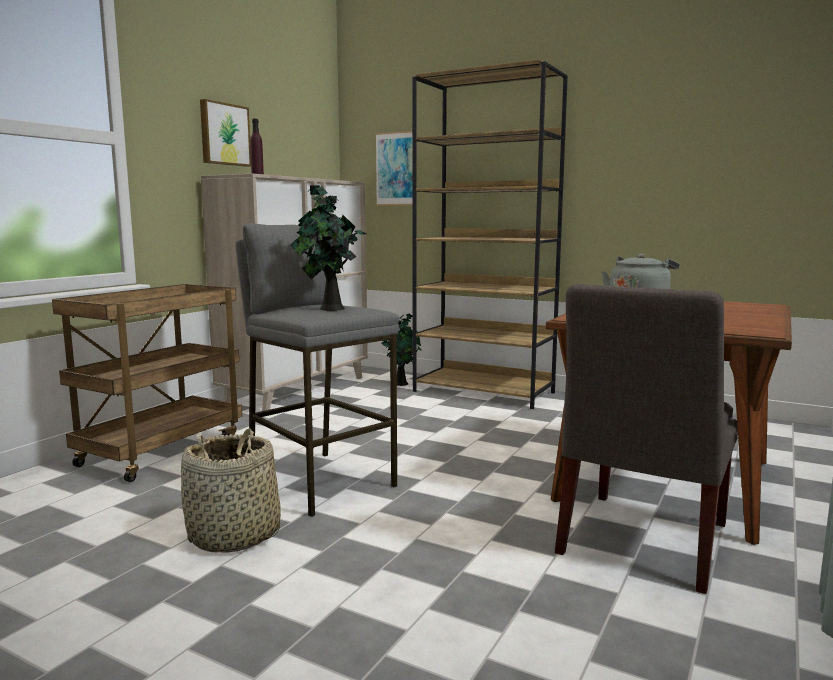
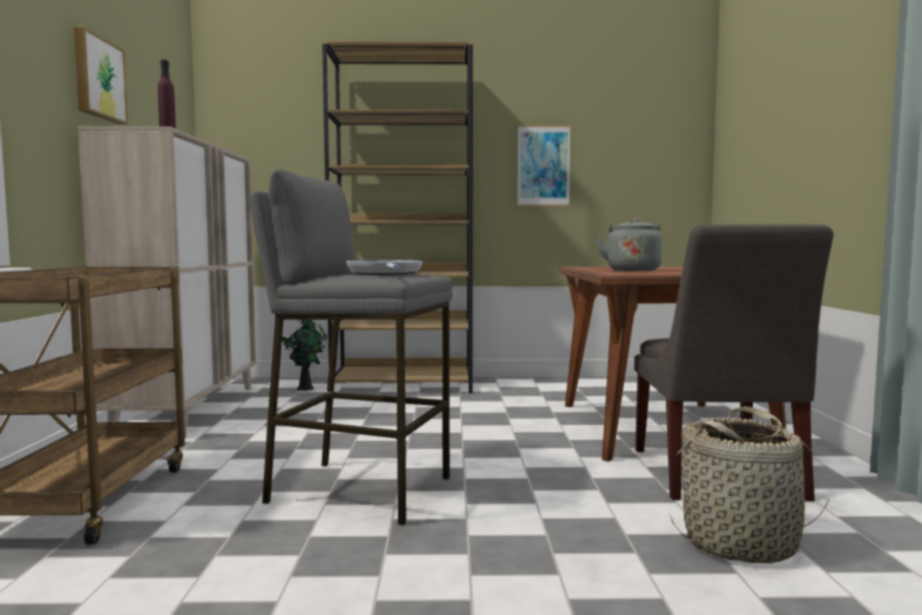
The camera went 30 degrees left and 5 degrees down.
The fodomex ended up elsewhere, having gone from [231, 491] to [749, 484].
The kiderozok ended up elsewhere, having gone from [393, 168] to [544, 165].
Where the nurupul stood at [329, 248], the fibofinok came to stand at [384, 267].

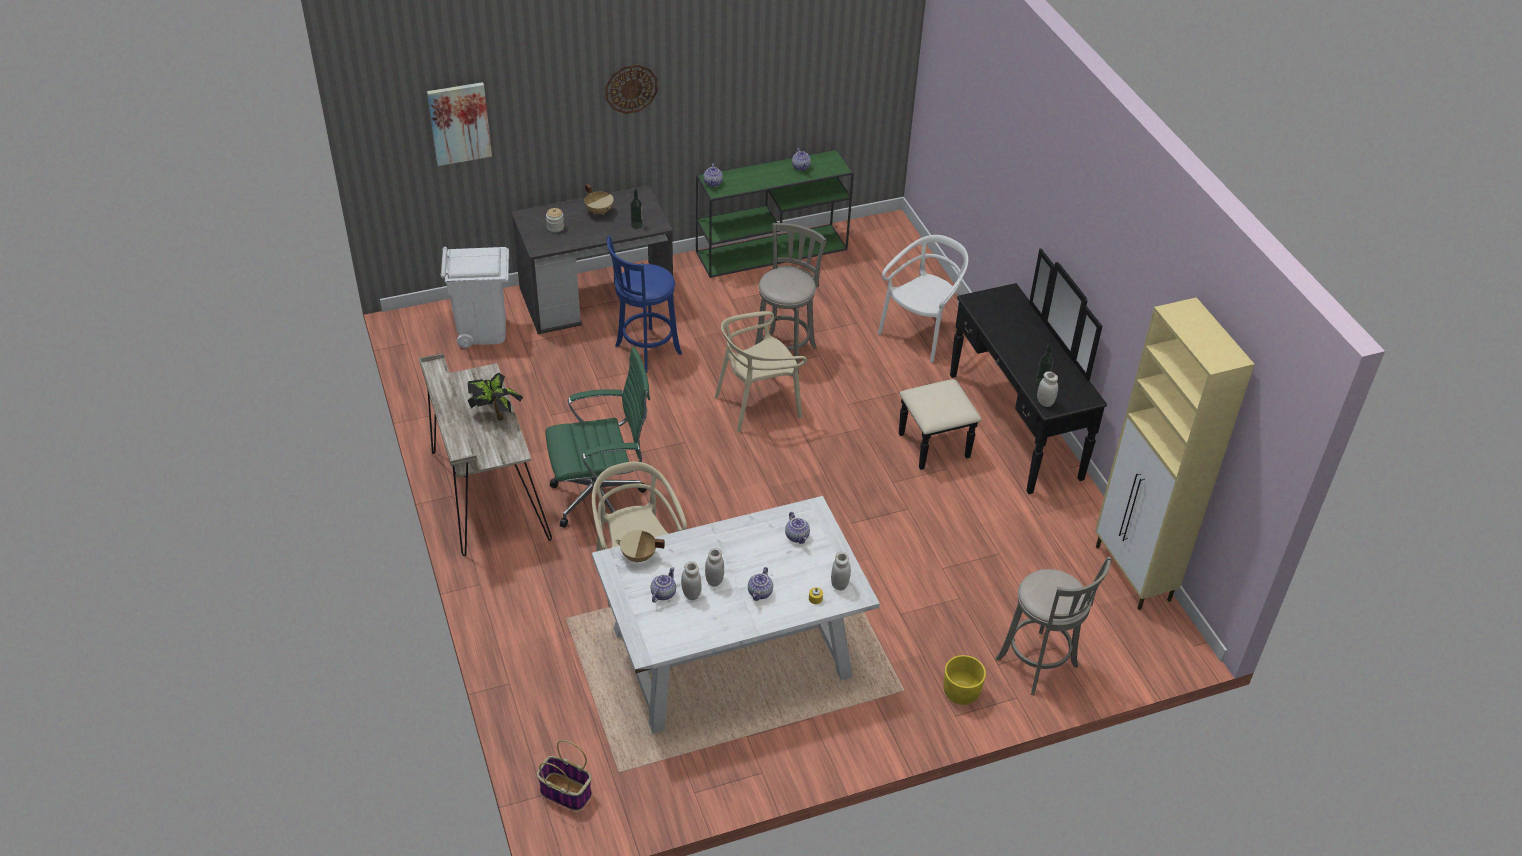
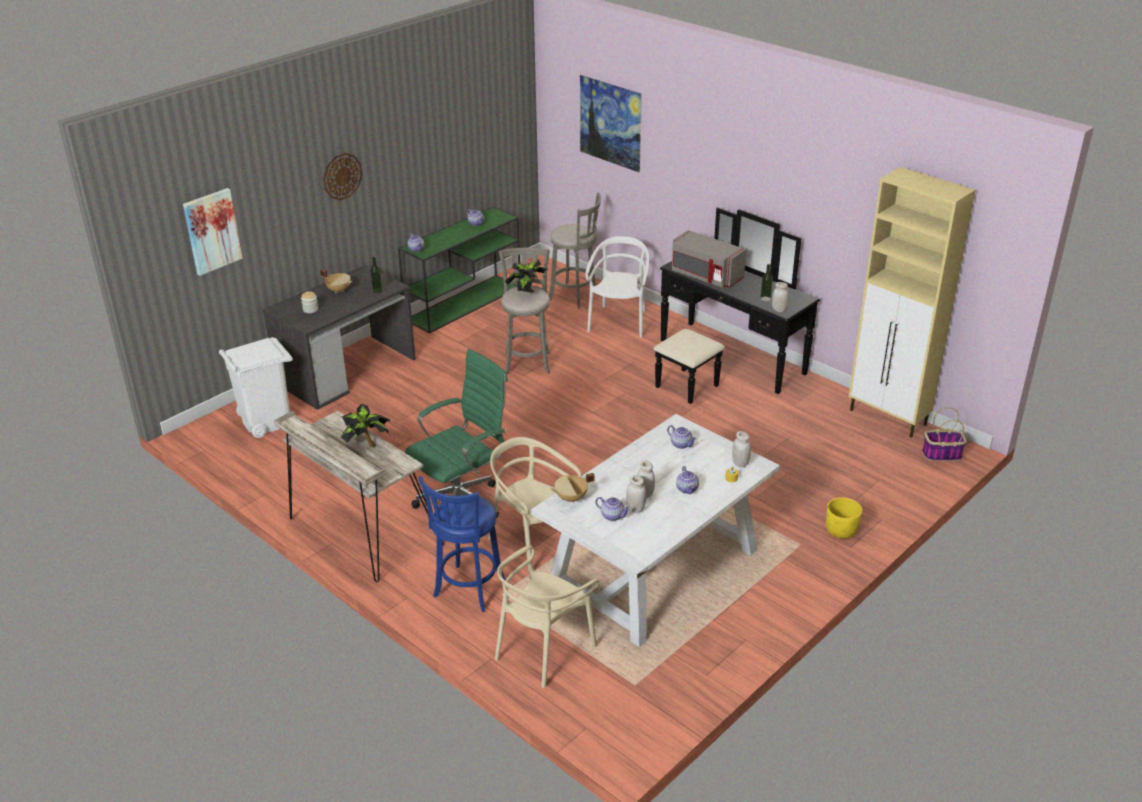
The camera went 25 degrees left and 10 degrees down.
The second view gained the nurupul at [526, 276].
The second view gained the kiderozok at [611, 124].
The second view gained the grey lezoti at [709, 259].
The fodomex ended up elsewhere, having gone from [564, 775] to [944, 434].
The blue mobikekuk ended up elsewhere, having gone from [644, 304] to [462, 544].
The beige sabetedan ended up elsewhere, having gone from [760, 371] to [547, 616].
The grey mobikekuk ended up elsewhere, having gone from [1053, 626] to [575, 250].
The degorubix at [663, 585] ended up facing another way, 120 degrees clockwise from before.

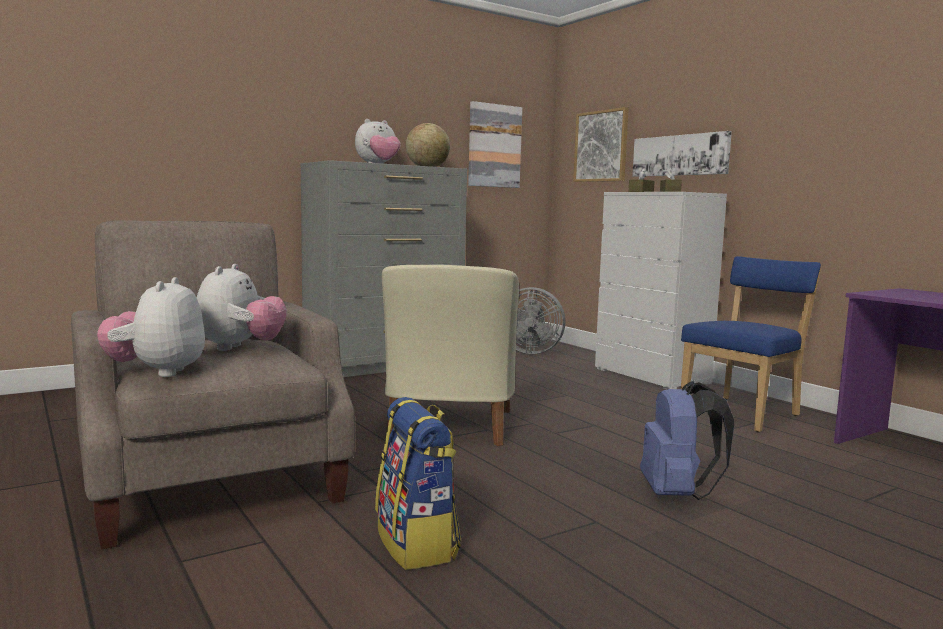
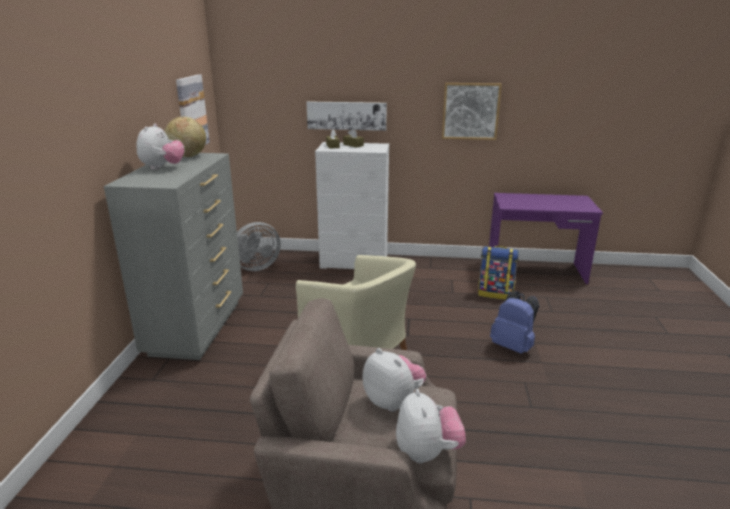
The camera went 50 degrees left and 15 degrees up.
The second view lost the blue sabetedan at [751, 344].
The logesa ended up elsewhere, having gone from [418, 483] to [498, 273].
The kiderozok ended up elsewhere, having gone from [601, 144] to [472, 111].
The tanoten at [151, 327] ended up facing another way, 135 degrees counterclockwise from before.

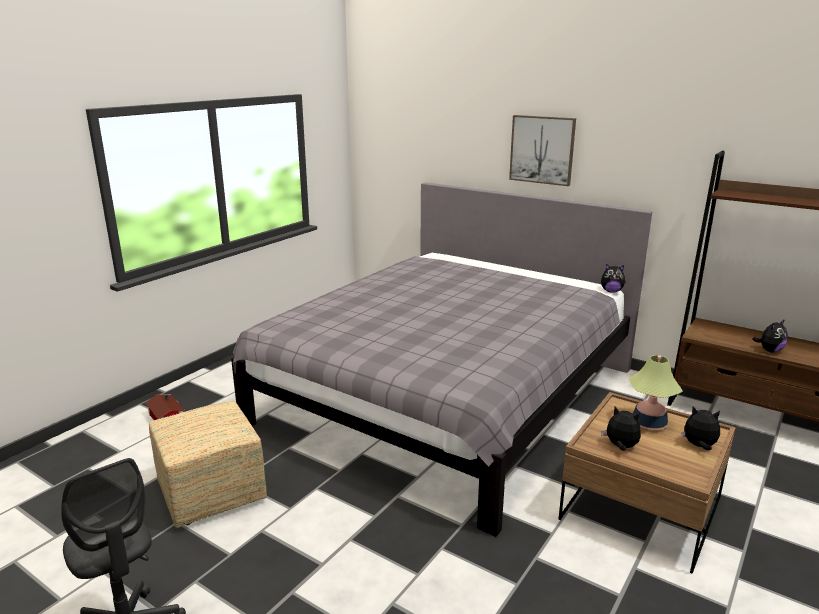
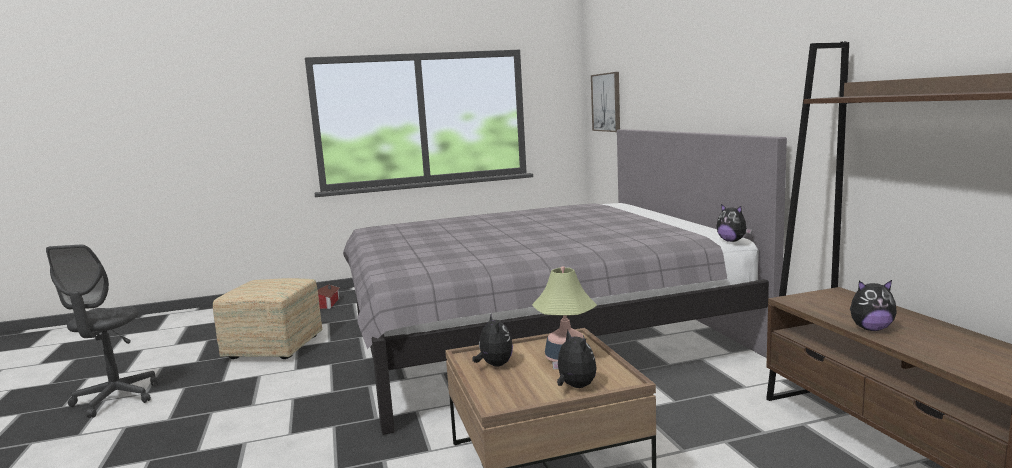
The camera went 40 degrees right and 10 degrees down.
The kiderozok ended up elsewhere, having gone from [542, 150] to [605, 102].

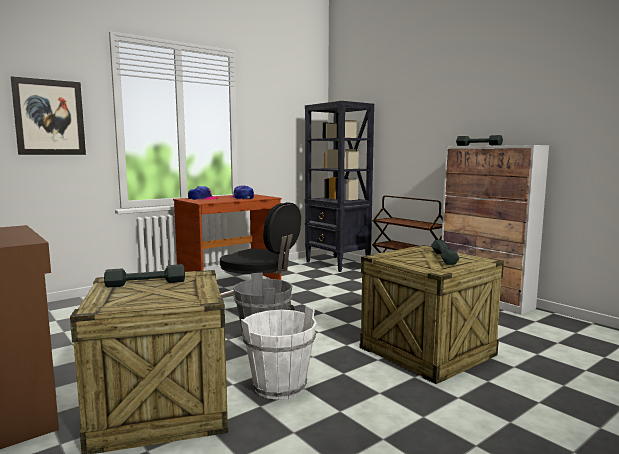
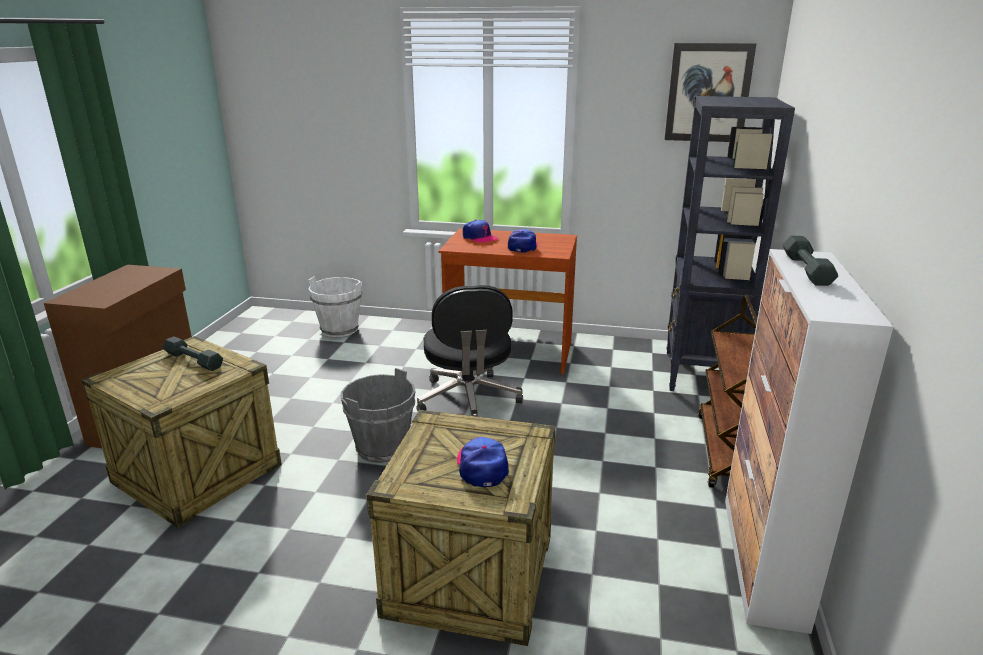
The camera went 50 degrees right and 15 degrees up.
The kiderozok ended up elsewhere, having gone from [48, 115] to [710, 92].
The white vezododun ended up elsewhere, having gone from [279, 353] to [335, 306].
Where the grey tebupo stood at [445, 252], the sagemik came to stand at [483, 462].

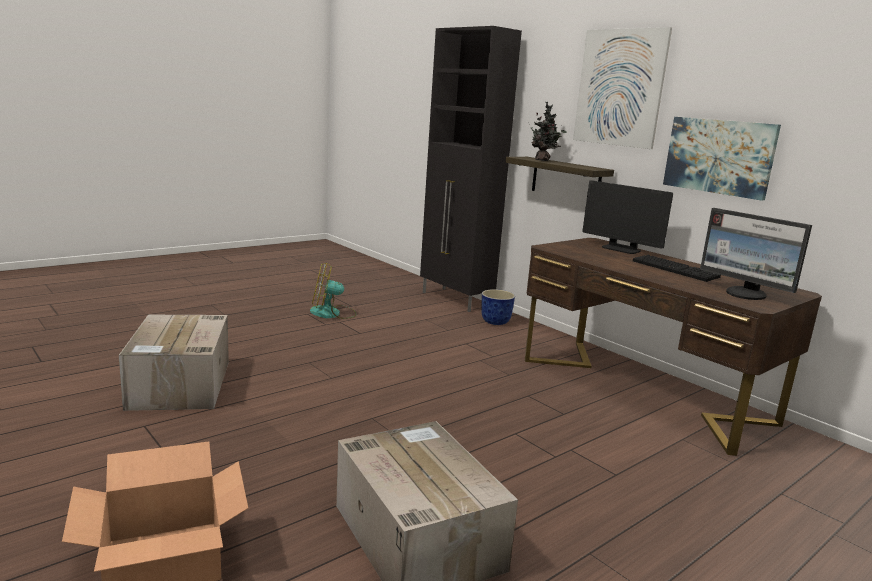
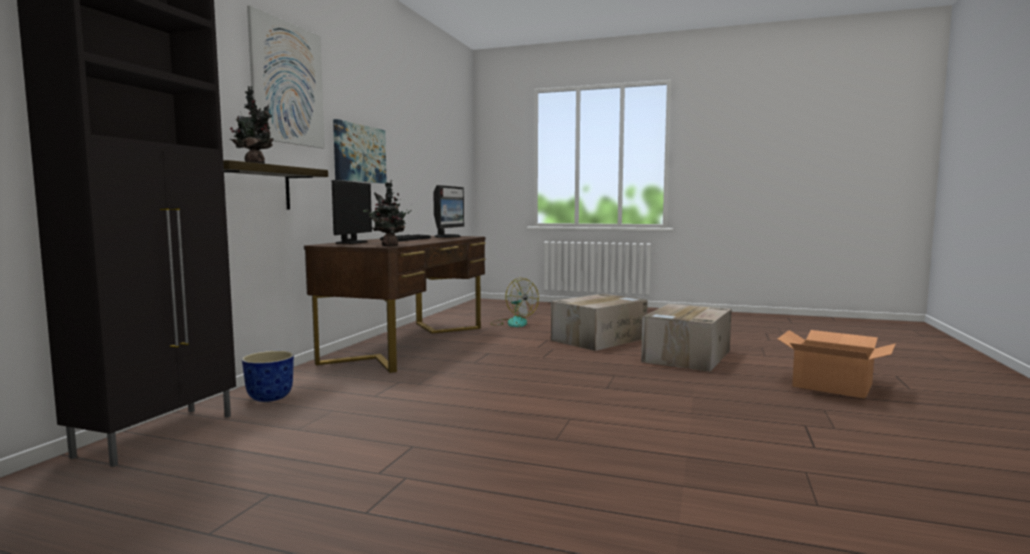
The camera went 120 degrees left and 10 degrees down.
The second view gained the nurupul at [387, 213].
The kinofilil ended up elsewhere, having gone from [174, 363] to [599, 322].
The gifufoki ended up elsewhere, having gone from [333, 291] to [514, 302].

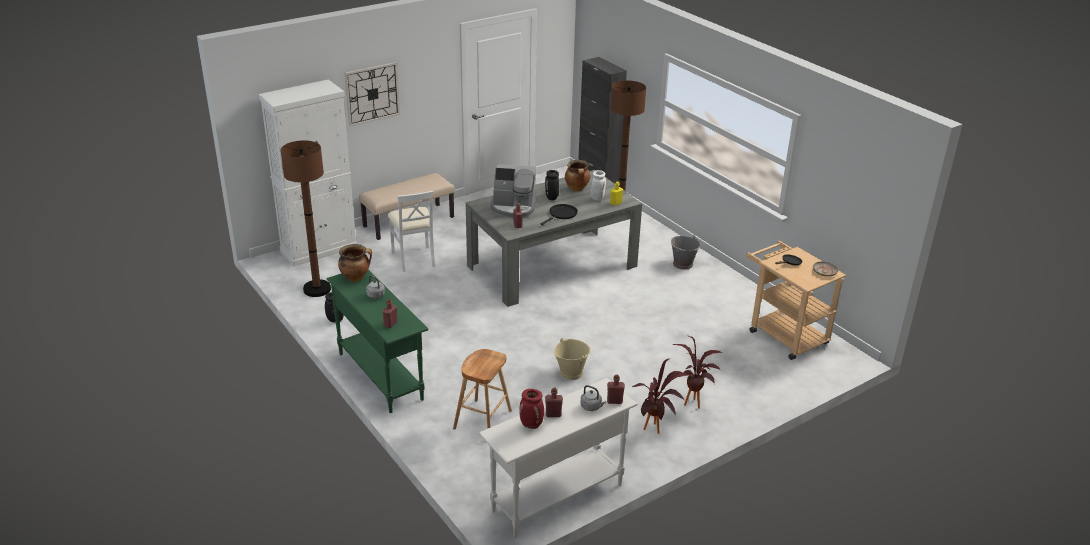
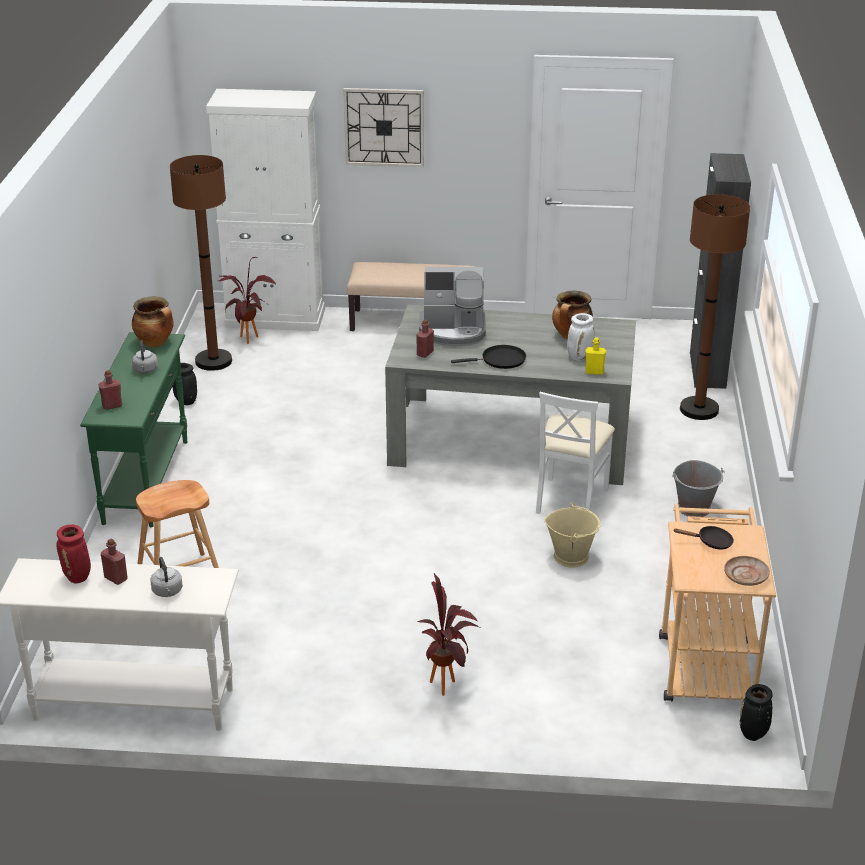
The camera went 40 degrees right and 0 degrees up.
The second view lost the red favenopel at [616, 389].
The white sabetedan ended up elsewhere, having gone from [411, 231] to [575, 453].
The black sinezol ended up elsewhere, having gone from [552, 185] to [756, 712].
The beige vezododun ended up elsewhere, having gone from [572, 359] to [572, 535].
The nurupul ended up elsewhere, having gone from [659, 396] to [247, 300].
The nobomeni at [513, 191] ended up facing another way, 45 degrees counterclockwise from before.

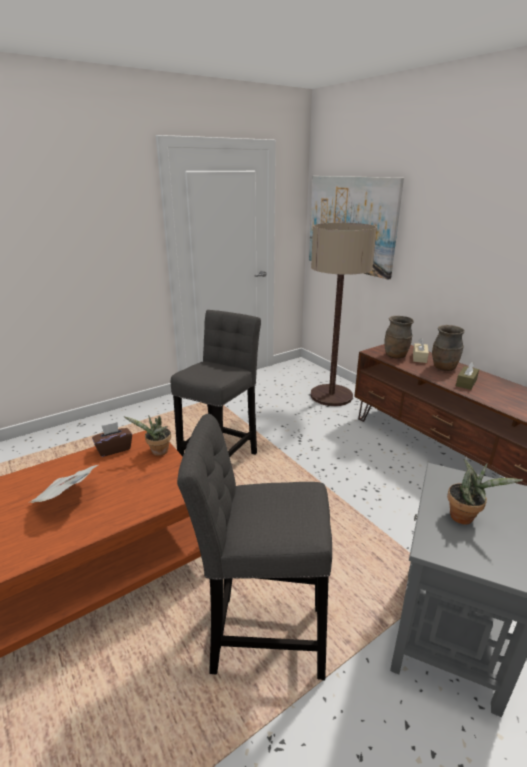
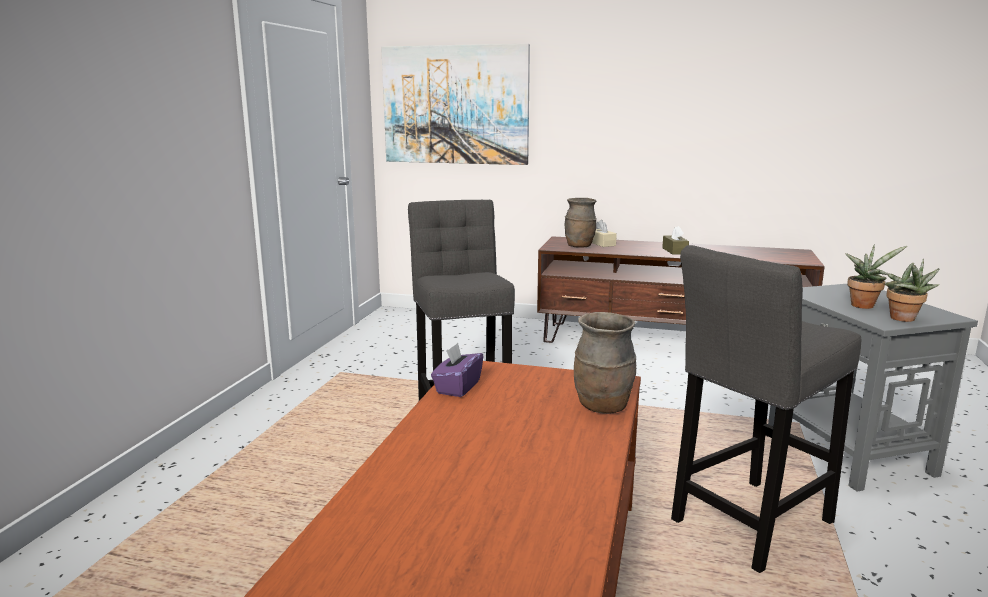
The camera went 40 degrees left and 10 degrees down.
The second view lost the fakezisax at [64, 484].
The second view lost the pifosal at [344, 314].
The nurupul ended up elsewhere, having gone from [147, 435] to [912, 290].
The brown sinezol ended up elsewhere, having gone from [448, 348] to [605, 363].
What was the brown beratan at [112, 439] turned into the purple beratan at [457, 370].

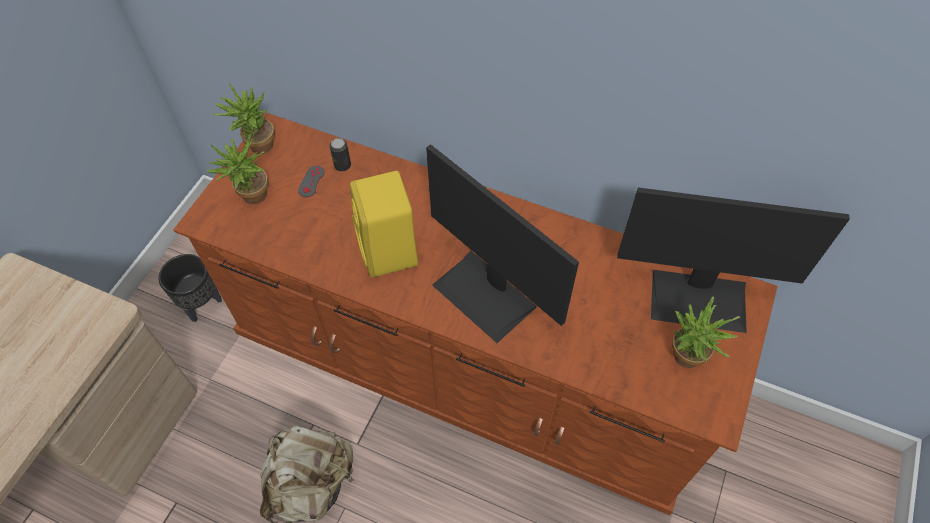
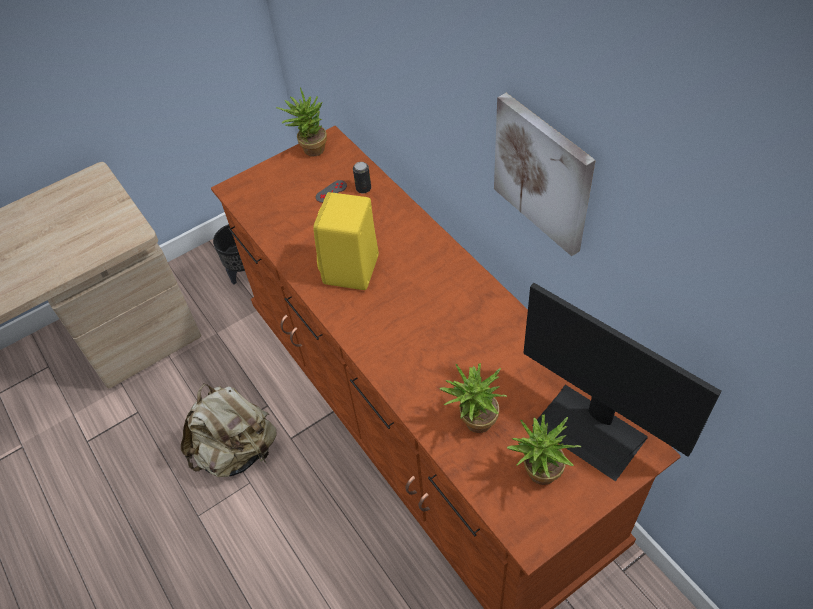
The camera went 35 degrees right and 5 degrees down.
The second view lost the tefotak at [502, 243].
The second view gained the kiderozok at [545, 174].
The nurupul ended up elsewhere, having gone from [237, 168] to [473, 398].

